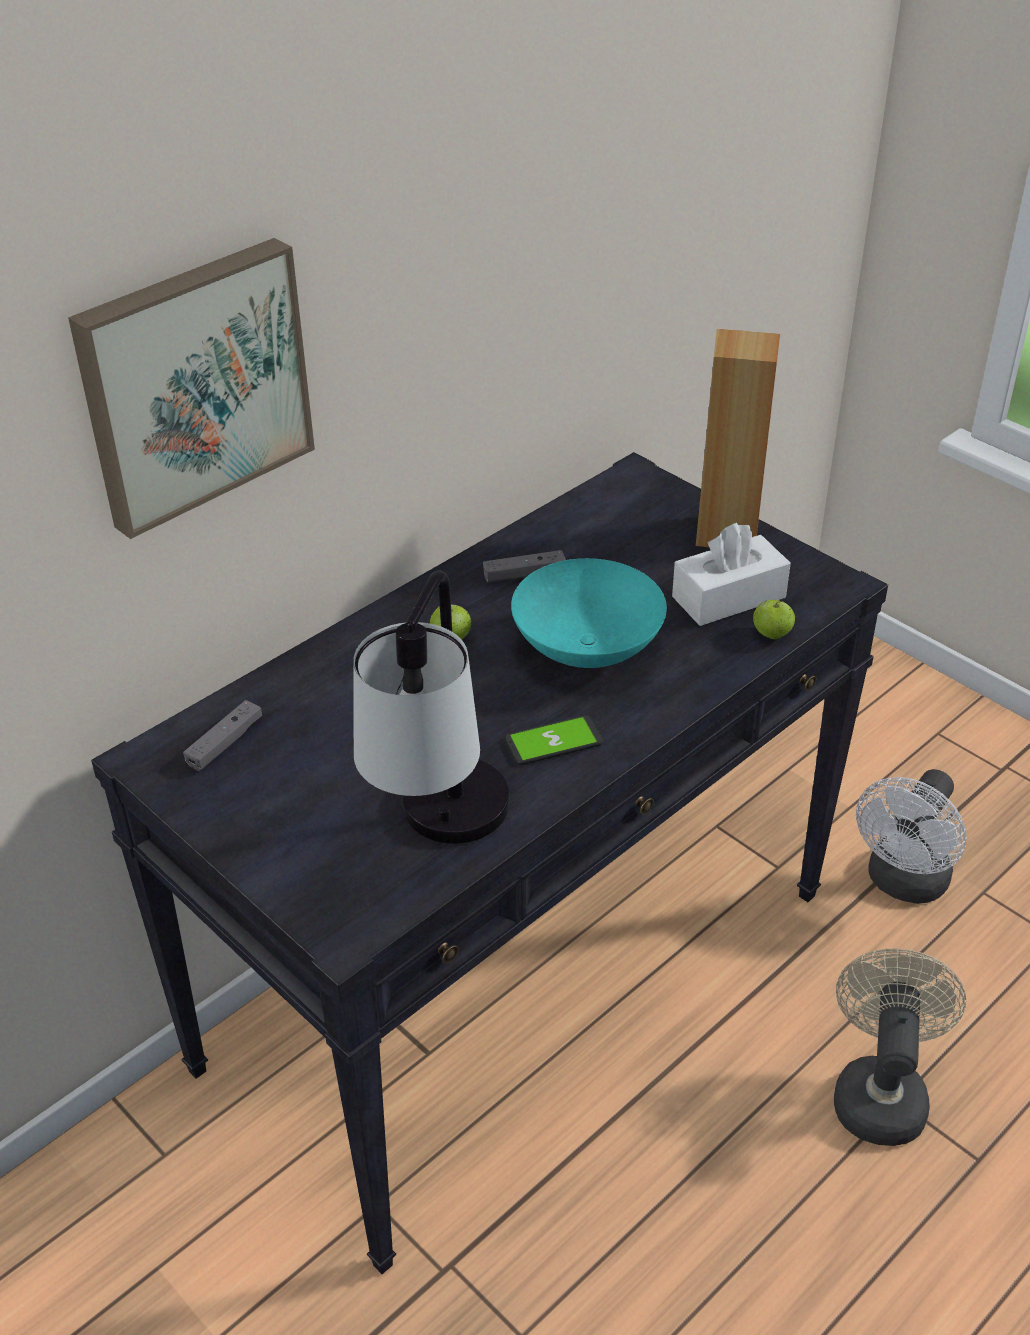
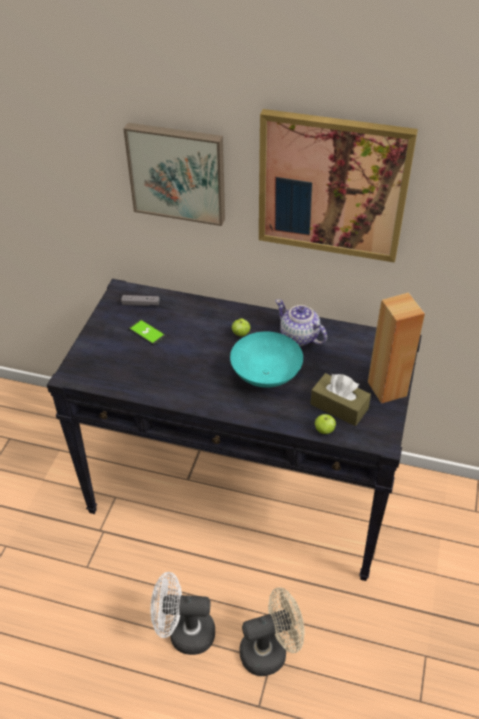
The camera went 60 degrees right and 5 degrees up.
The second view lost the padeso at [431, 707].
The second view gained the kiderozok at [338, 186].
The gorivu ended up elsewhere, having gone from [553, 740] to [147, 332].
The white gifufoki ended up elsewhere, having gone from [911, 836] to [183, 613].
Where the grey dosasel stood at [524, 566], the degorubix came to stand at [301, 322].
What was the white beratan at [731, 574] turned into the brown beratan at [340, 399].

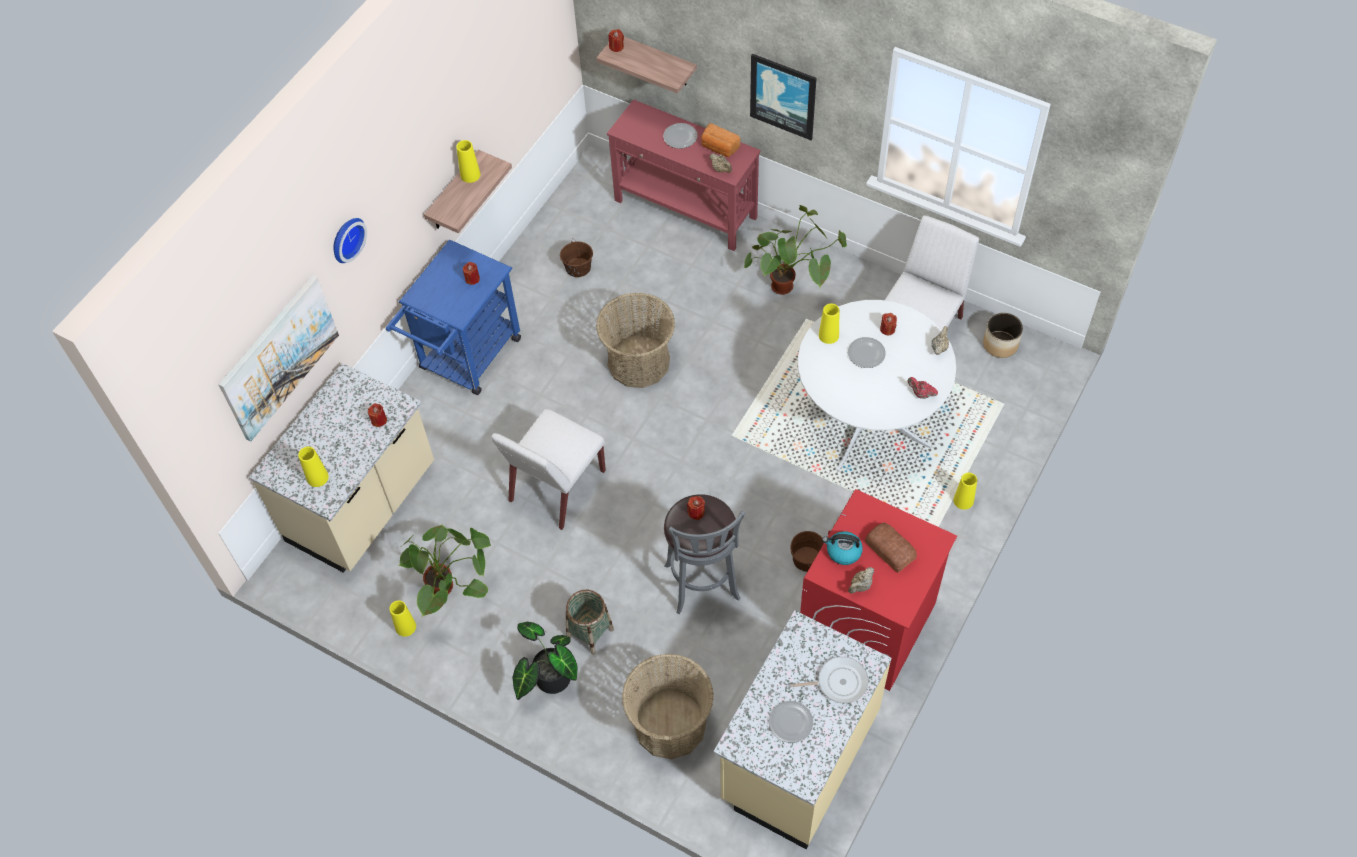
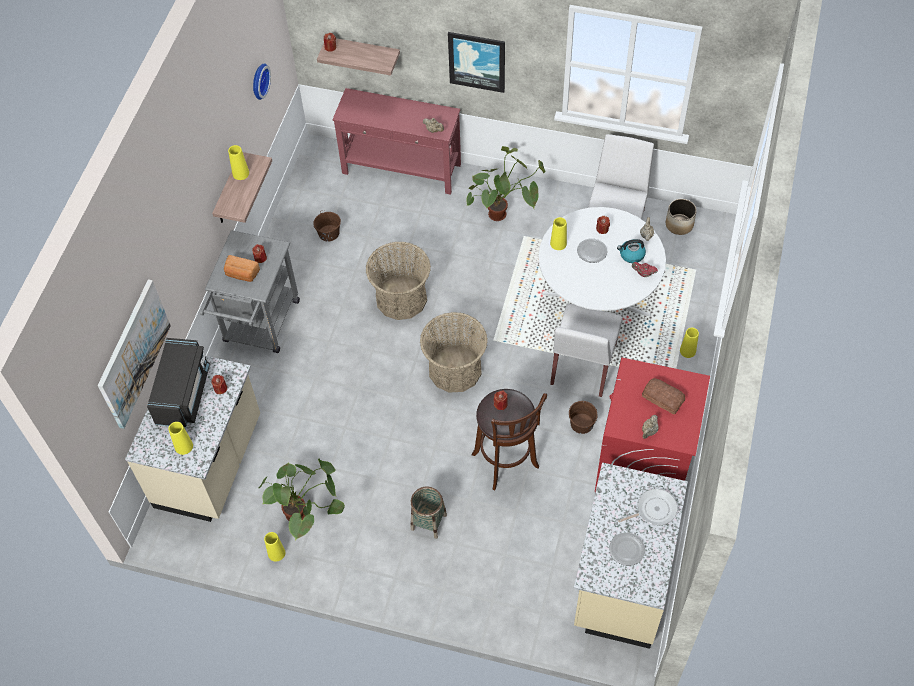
The camera went 15 degrees left and 0 degrees up.
The second view lost the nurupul at [545, 661].
The second view lost the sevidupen at [680, 136].
The second view gained the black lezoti at [178, 383].
The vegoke ended up elsewhere, having gone from [350, 240] to [262, 81].
The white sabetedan ended up elsewhere, having gone from [548, 469] to [586, 350].
The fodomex ended up elsewhere, having gone from [668, 706] to [454, 352].
The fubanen ended up elsewhere, having gone from [720, 140] to [242, 268].
The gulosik ended up elsewhere, having gone from [842, 548] to [631, 251].
What was the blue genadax at [453, 317] turned into the grey genadax at [250, 291].
What was the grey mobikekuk at [704, 554] turned into the brown mobikekuk at [509, 439].

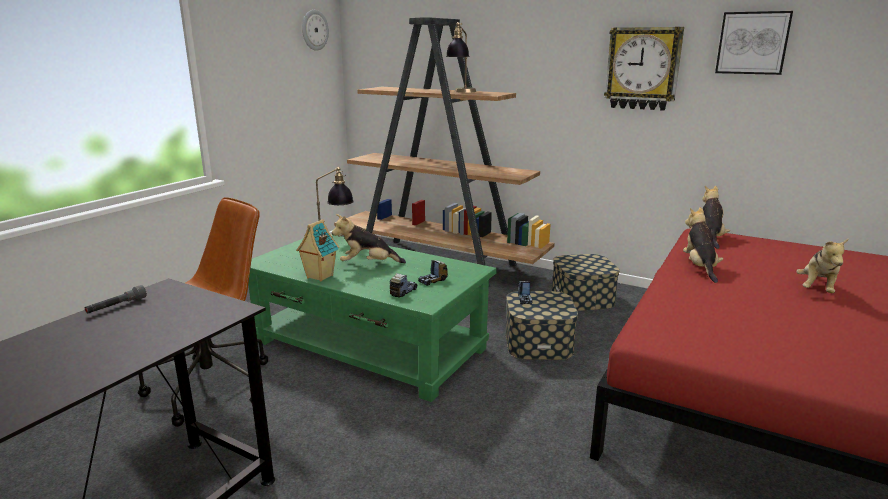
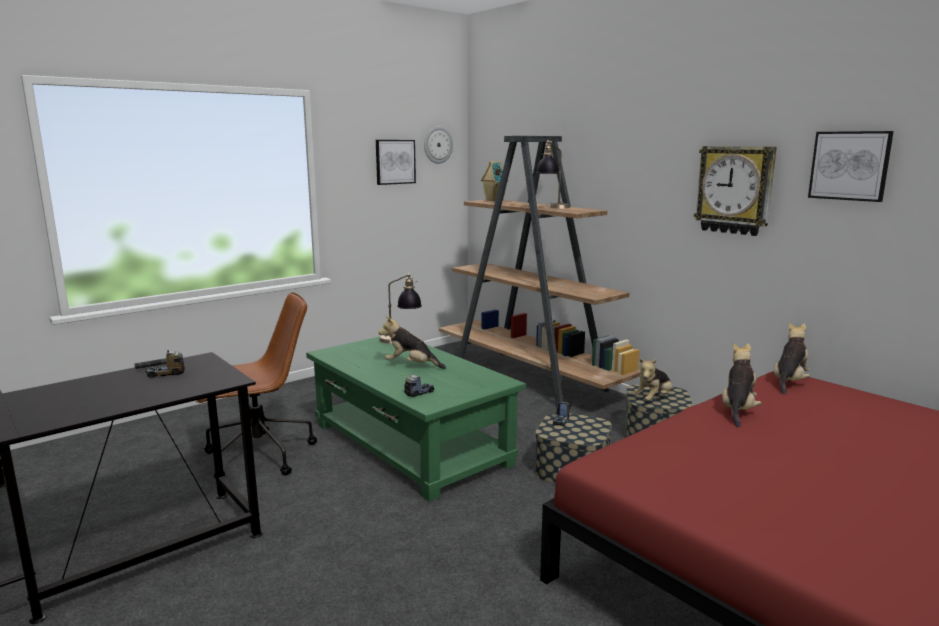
The camera went 20 degrees right and 5 degrees down.
The second view gained the kiderozok at [396, 162].
The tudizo ended up elsewhere, having gone from [317, 250] to [495, 181].
The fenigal ended up elsewhere, having gone from [433, 273] to [165, 364].
The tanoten ended up elsewhere, having gone from [822, 265] to [652, 380].

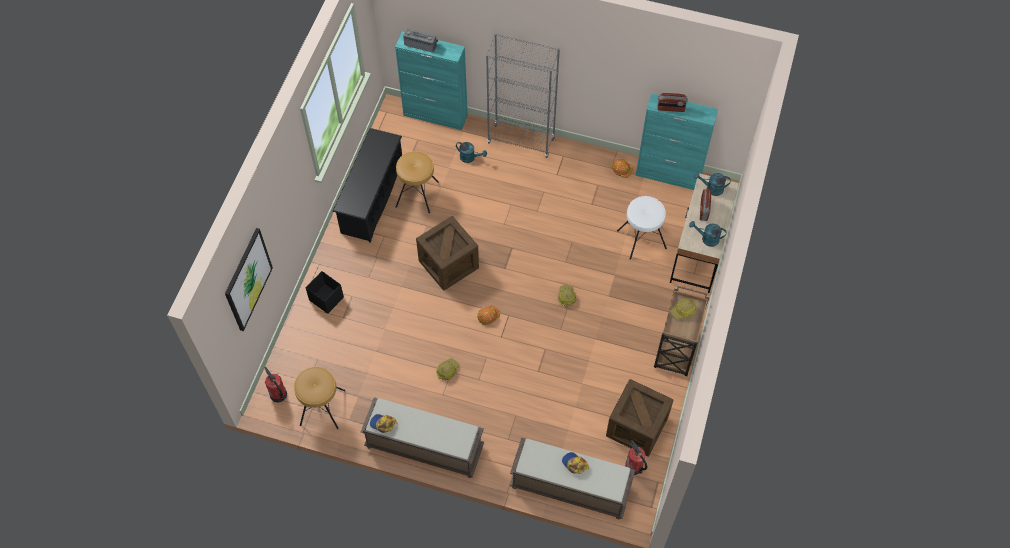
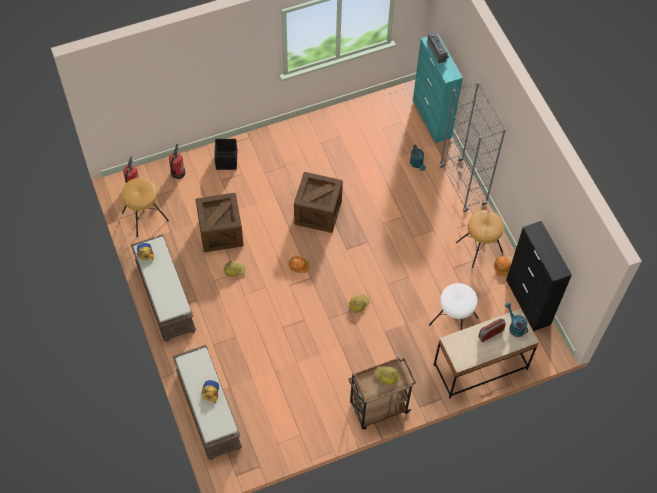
The camera went 50 degrees right and 0 degrees up.
The second view lost the kiderozok at [249, 279].
The second view lost the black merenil at [367, 185].
The second view lost the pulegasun at [672, 102].
The second view lost the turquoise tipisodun at [707, 234].
The brown mobikekuk ended up elsewhere, having gone from [417, 182] to [480, 239].
The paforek ended up elsewhere, having gone from [640, 418] to [220, 222].
The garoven ended up elsewhere, having gone from [636, 457] to [177, 161].
What was the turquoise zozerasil at [677, 141] turned into the black zozerasil at [539, 276].

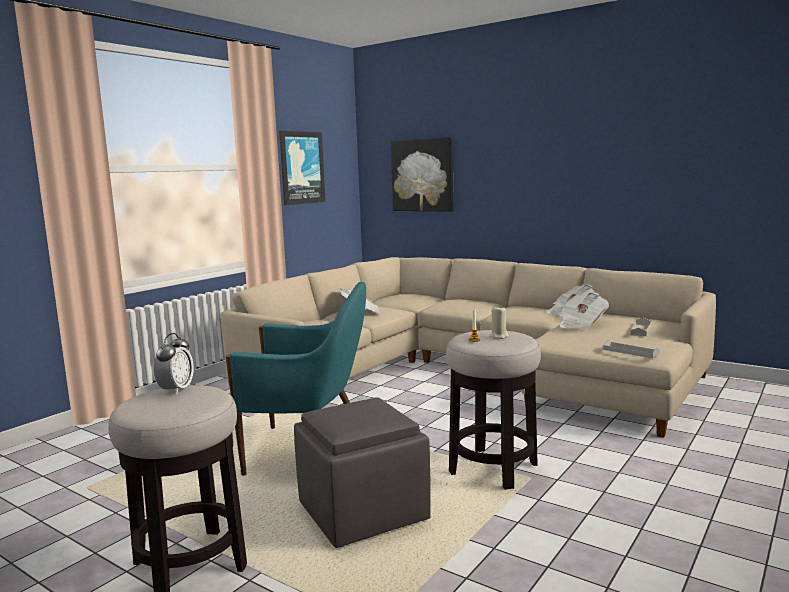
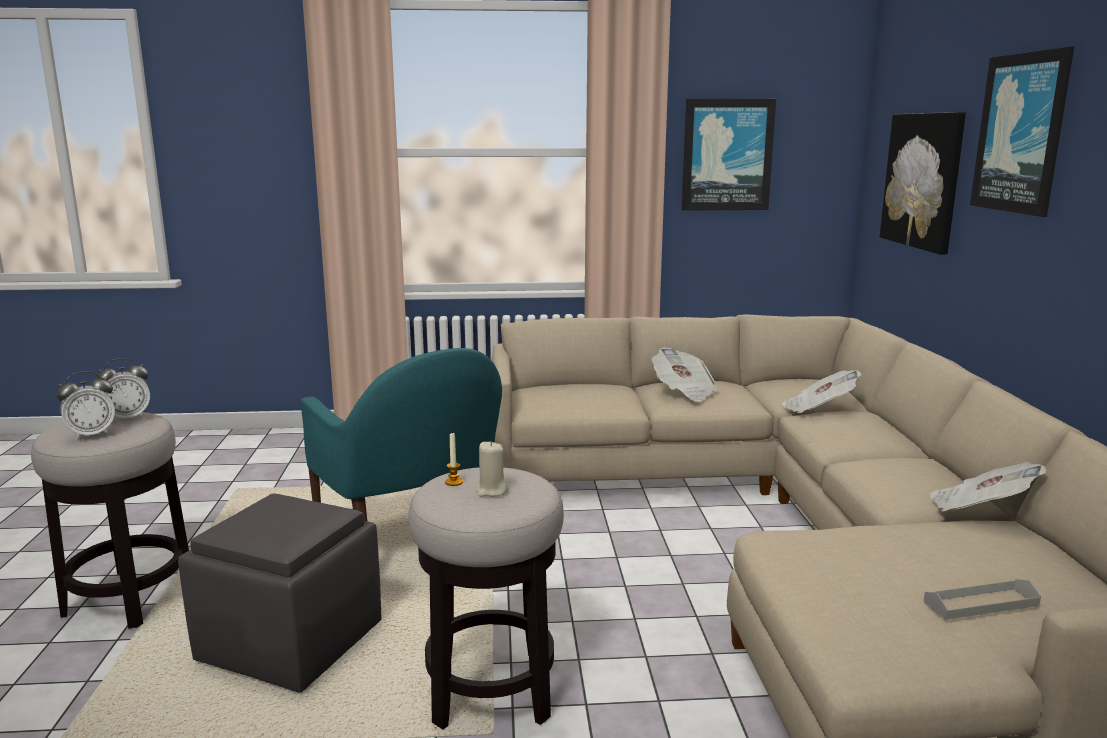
The camera went 50 degrees right and 5 degrees up.
The second view lost the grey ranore at [632, 349].
The second view gained the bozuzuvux at [85, 405].
The second view gained the kiderozok at [1022, 132].
The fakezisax ended up elsewhere, having gone from [584, 310] to [821, 391].

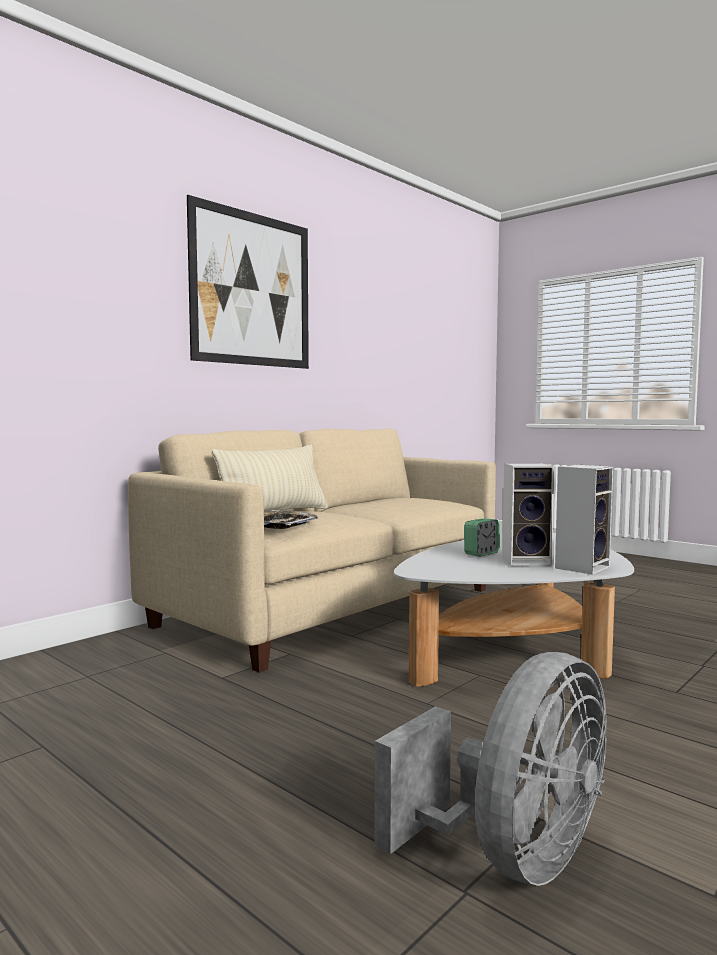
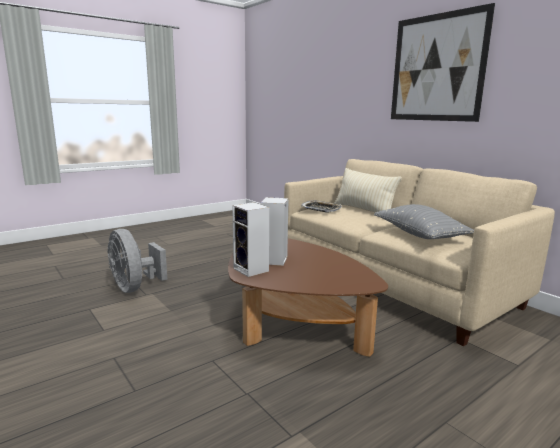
The camera went 100 degrees right and 10 degrees up.
The second view lost the bozuzuvux at [482, 537].
The second view gained the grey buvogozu at [424, 221].
What was the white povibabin at [514, 610] turned into the brown povibabin at [308, 297].

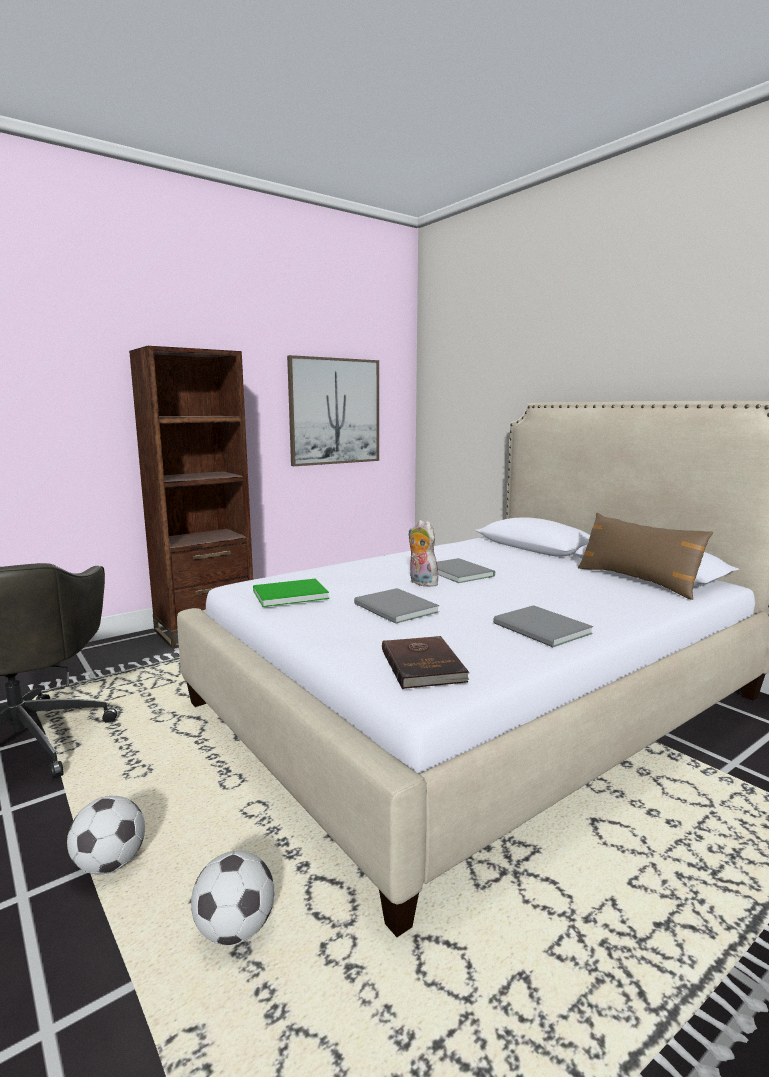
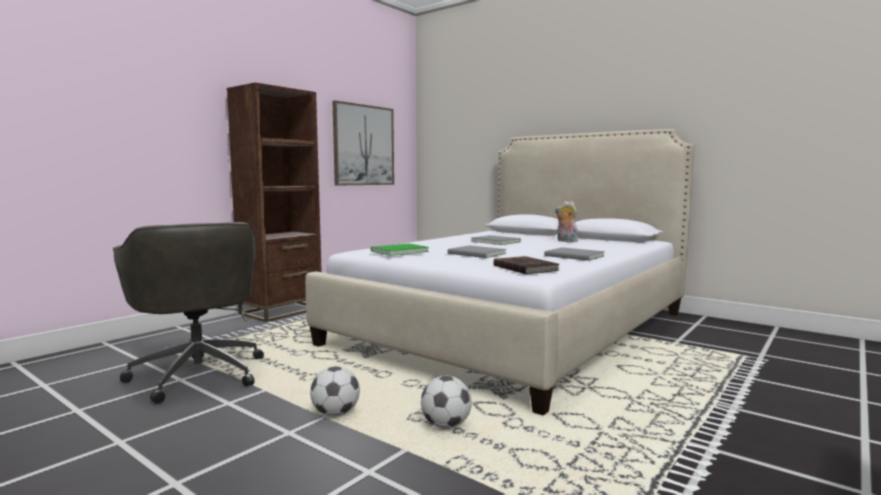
The camera went 15 degrees left and 5 degrees down.
The second view lost the brown buvogozu at [645, 556].
The tanoten ended up elsewhere, having gone from [424, 553] to [566, 221].

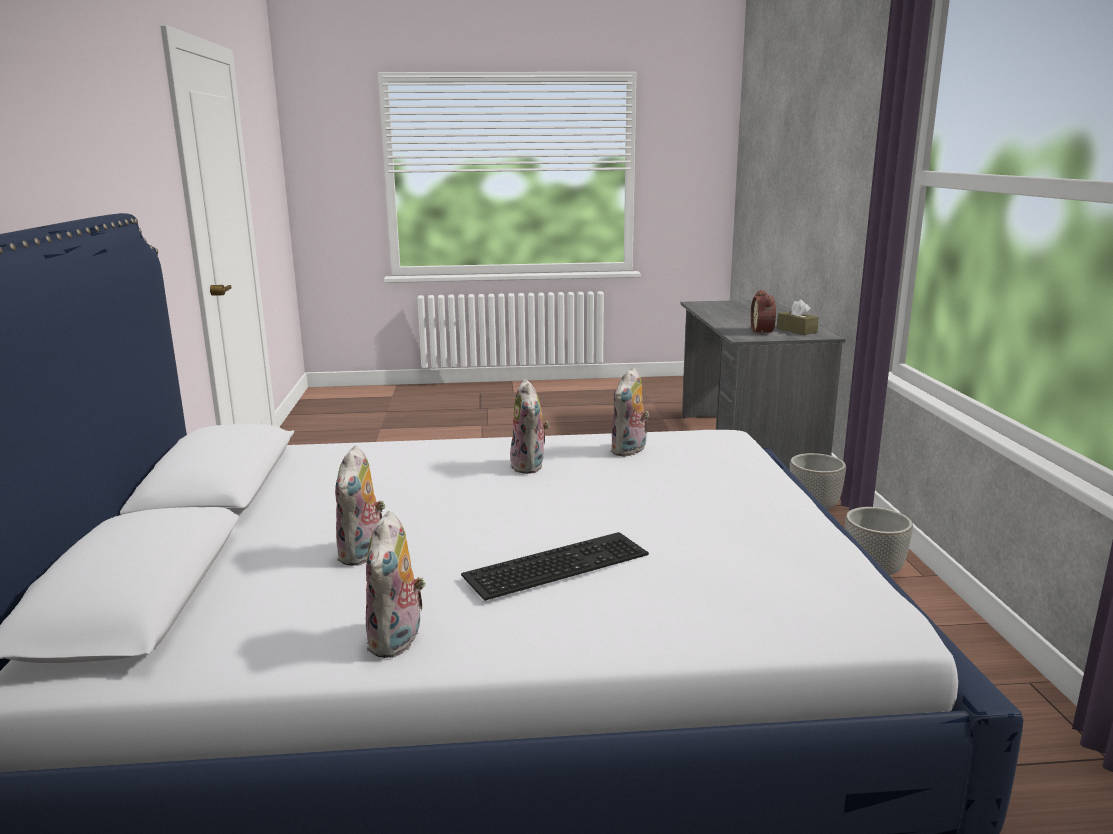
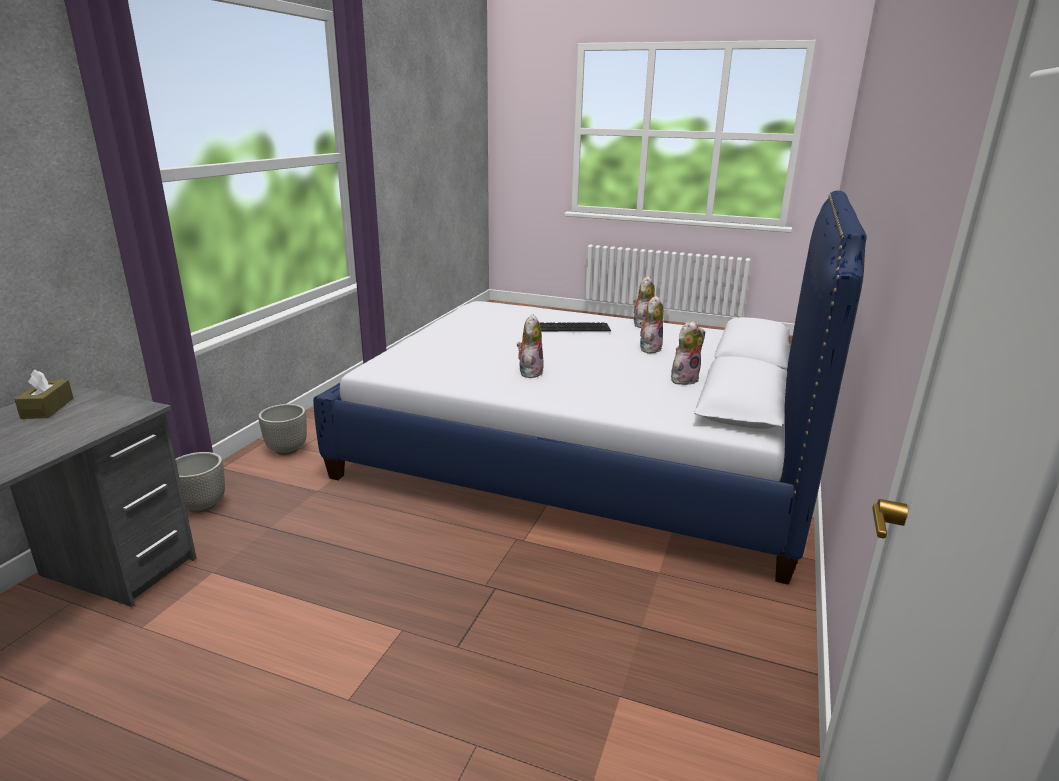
The camera went 155 degrees left and 5 degrees up.
The second view lost the bozuzuvux at [763, 312].
The tanoten ended up elsewhere, having gone from [629, 412] to [688, 353].

